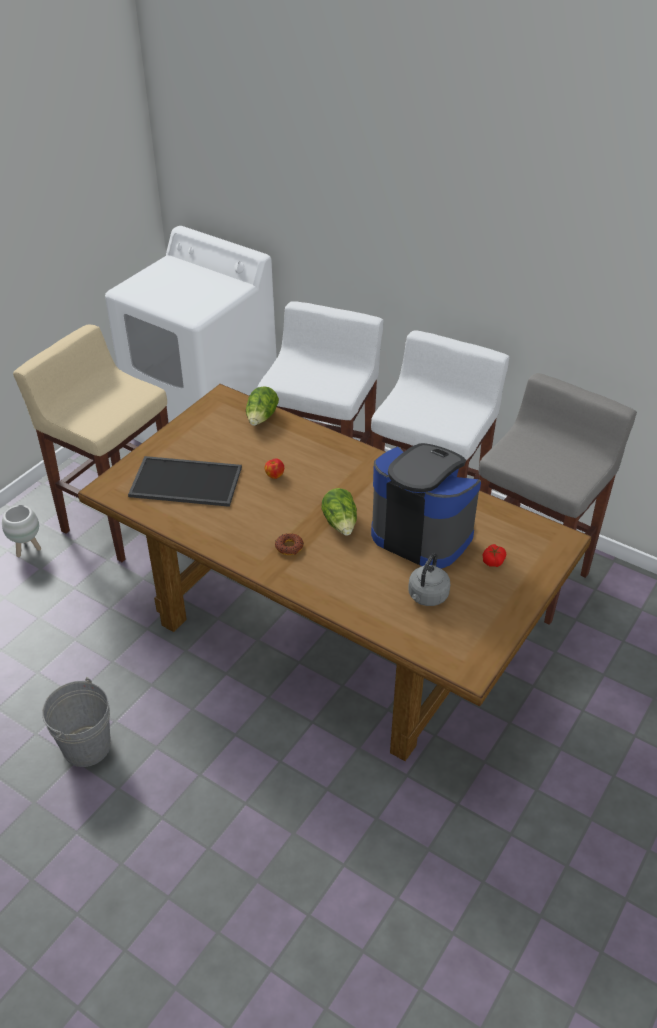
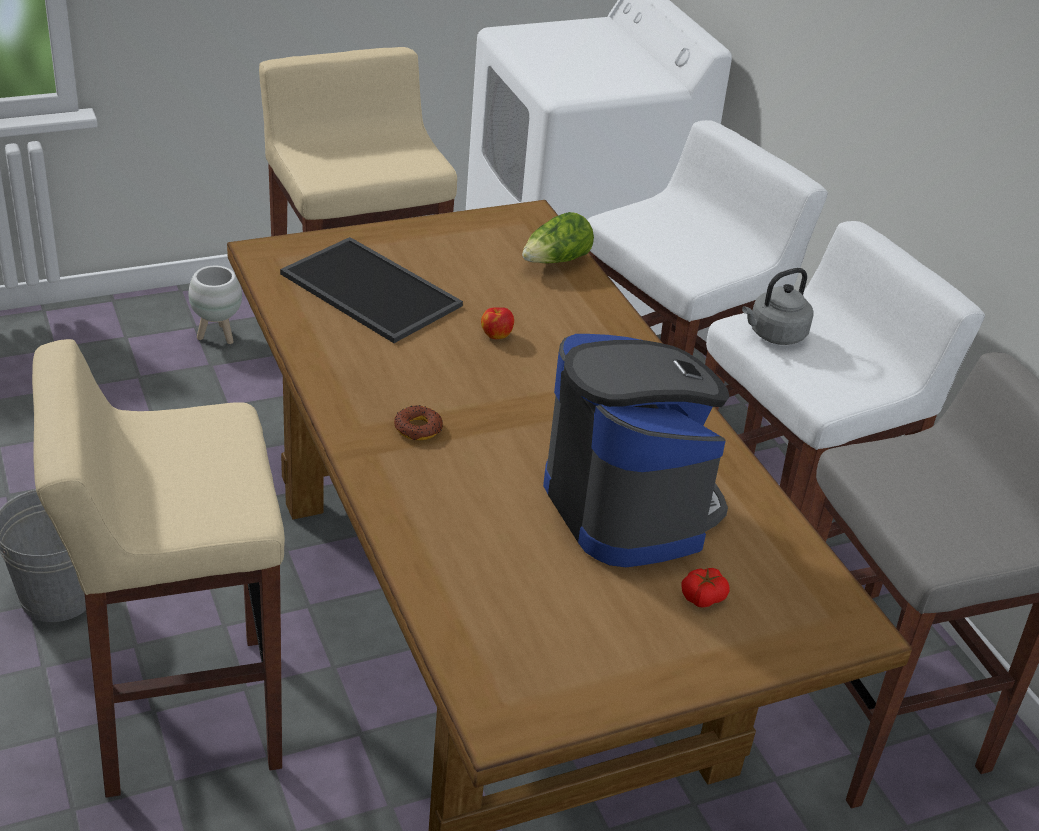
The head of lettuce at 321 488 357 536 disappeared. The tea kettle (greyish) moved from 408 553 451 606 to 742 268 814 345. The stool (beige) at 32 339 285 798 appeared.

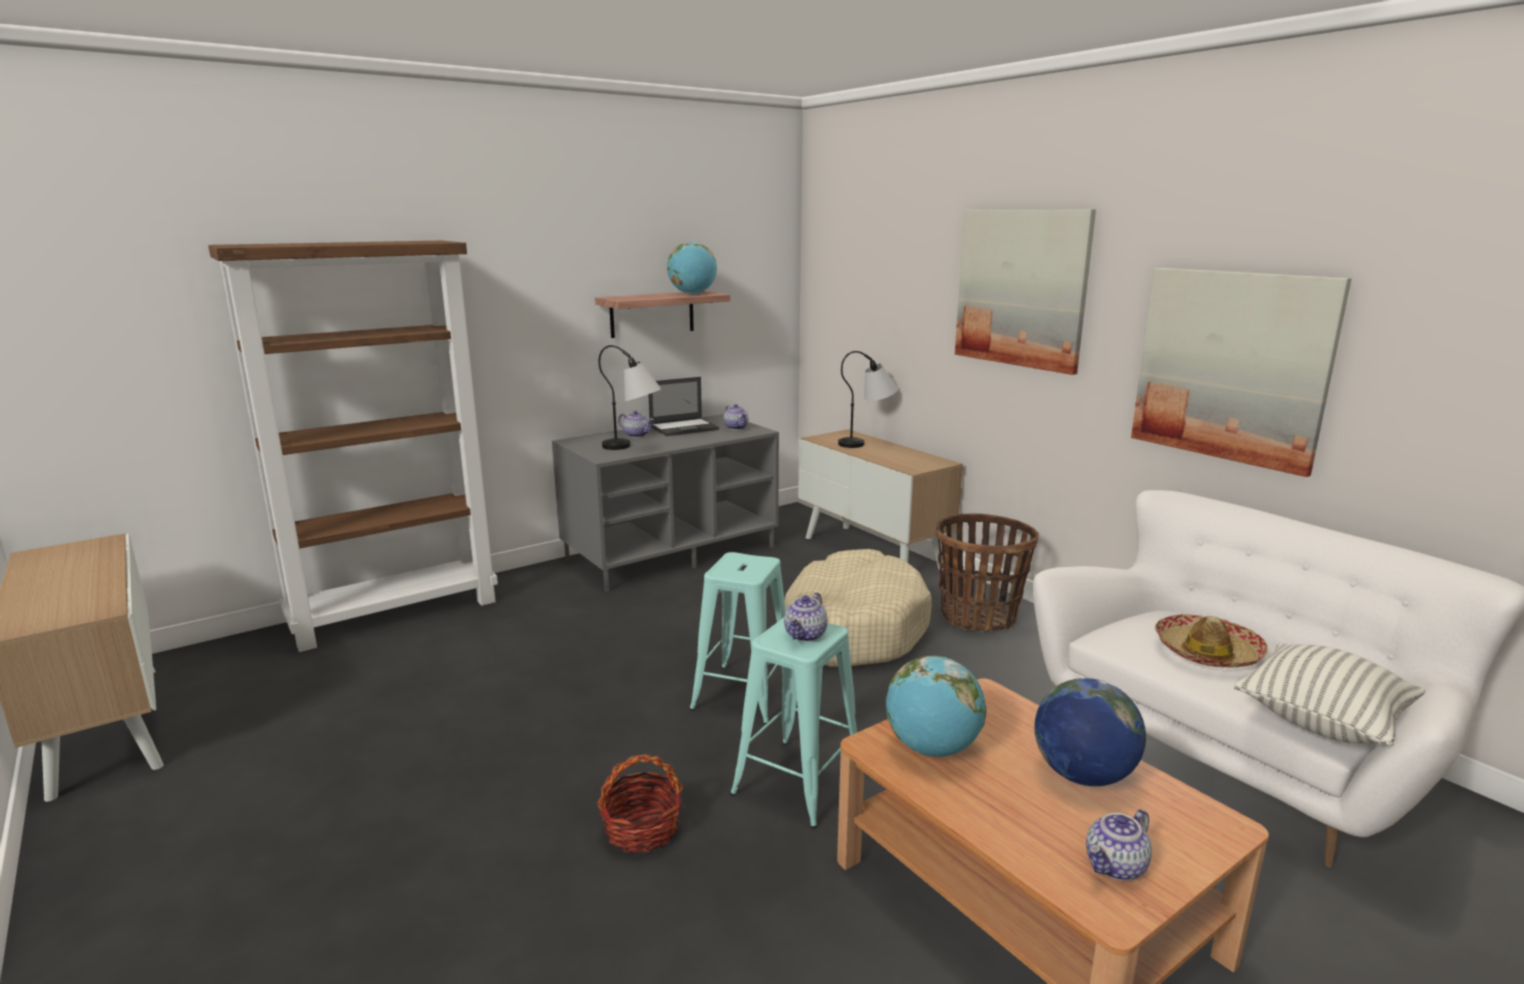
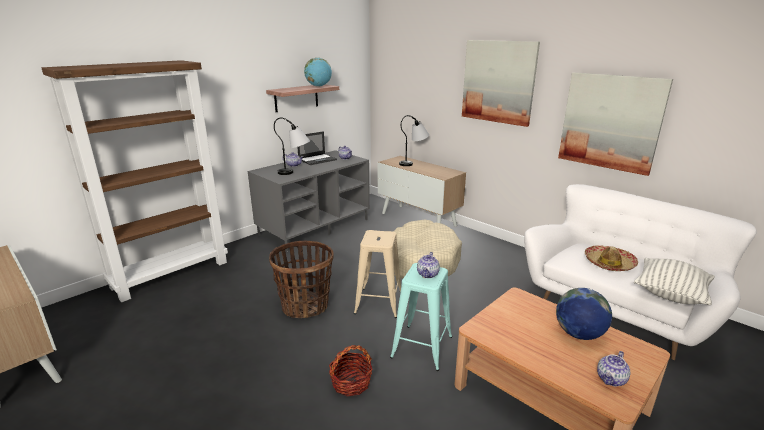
The storage basket moved from 935 513 1039 632 to 269 241 334 318. The stool (turquoise-coloured) at 689 552 786 725 became the stool (beige) at 354 230 401 318. The globe at 886 655 986 757 disappeared.

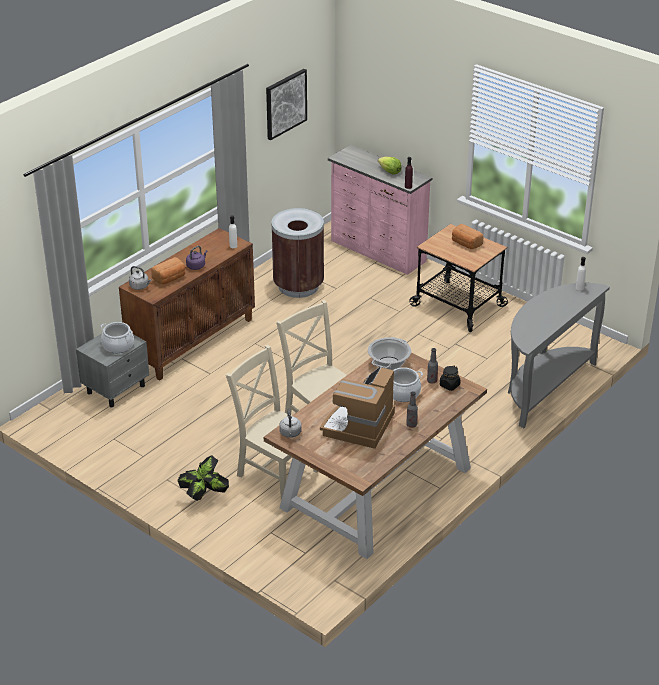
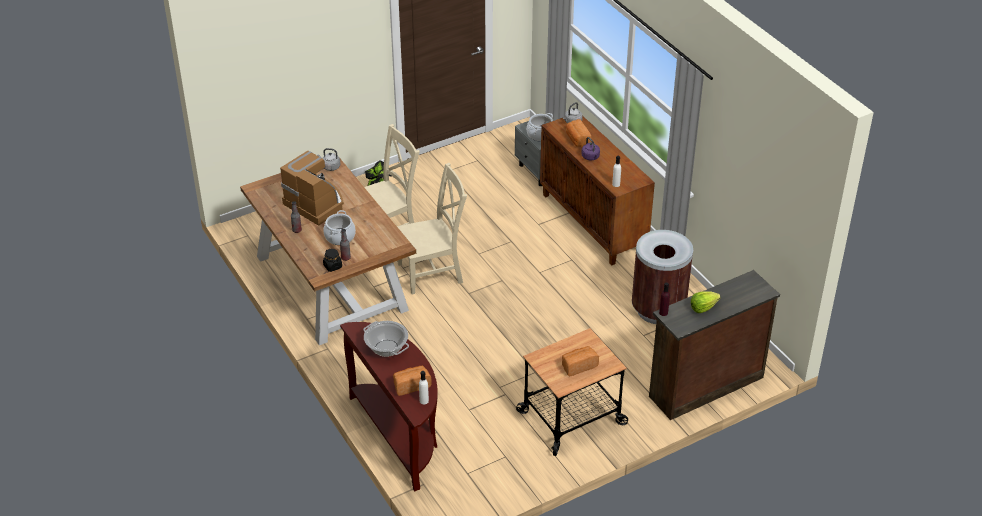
The picture at 266 69 307 140 disappeared. The chest of drawers (pinkish) at 328 145 432 275 became the chest of drawers (brown-coloured) at 649 270 780 420. The console table (greyish) at 508 283 610 428 became the console table (brown-coloured) at 340 322 438 492. The stockpot moved from 368 337 411 370 to 363 321 409 357. The bread at 393 366 432 396 appeared.

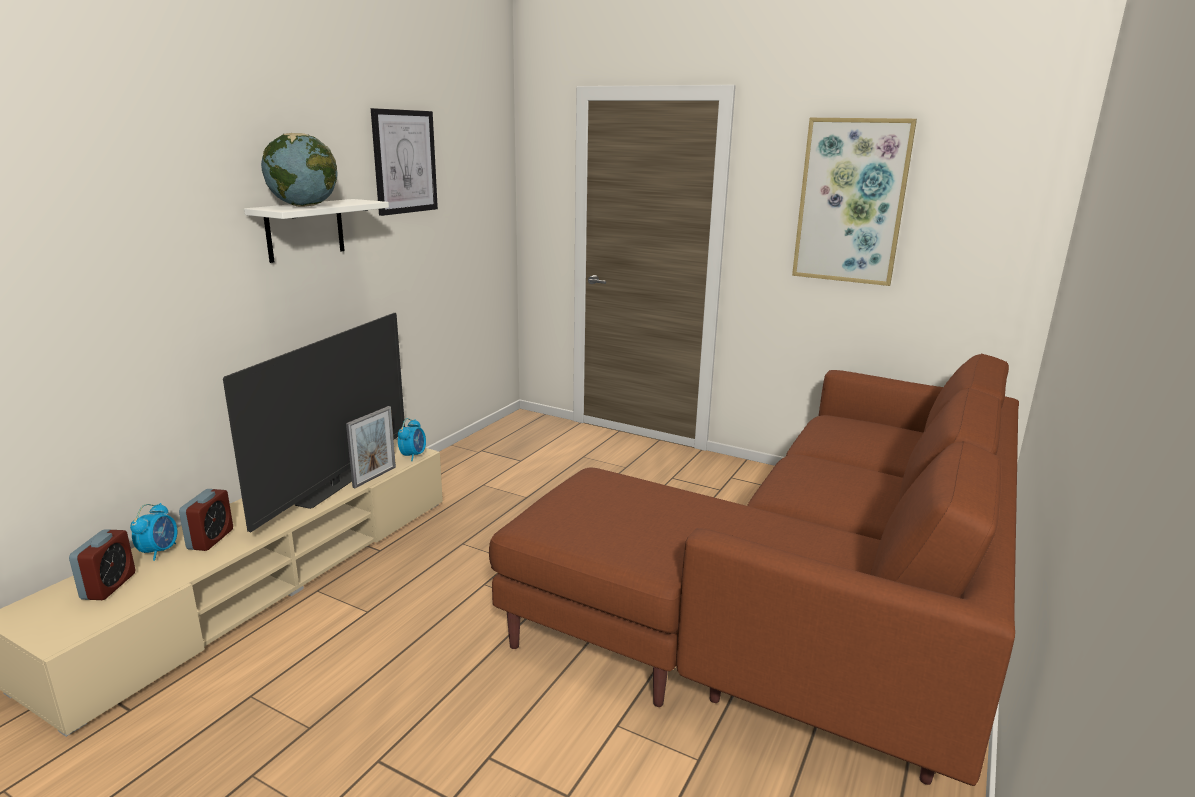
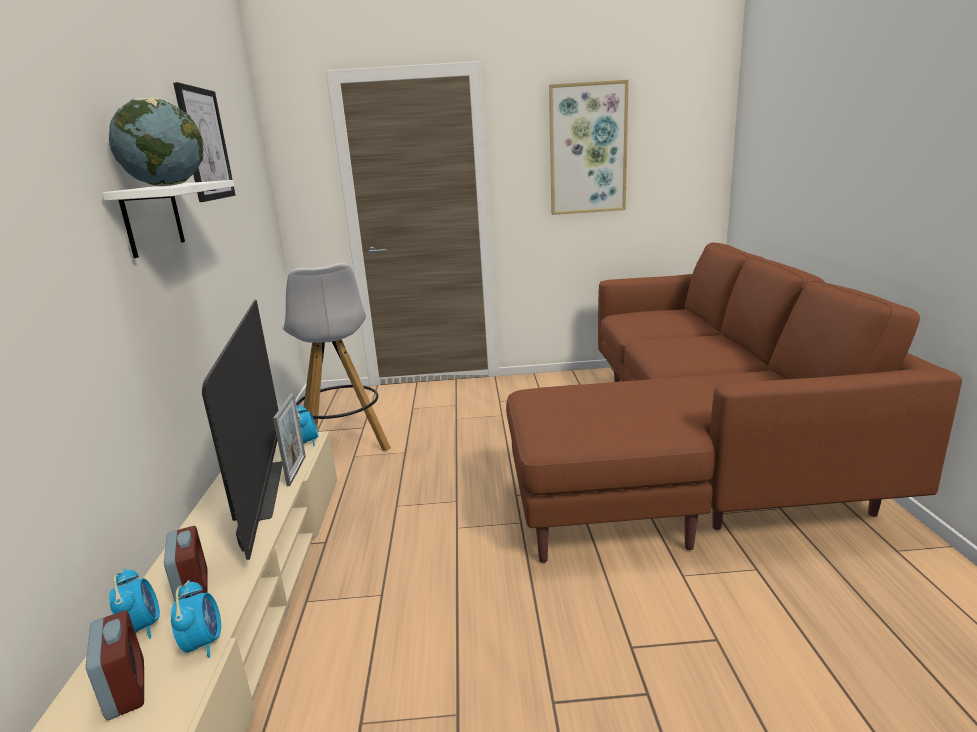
The stool (white-coloured) at 282 263 391 451 appeared. The bedside clock at 171 580 221 658 appeared.

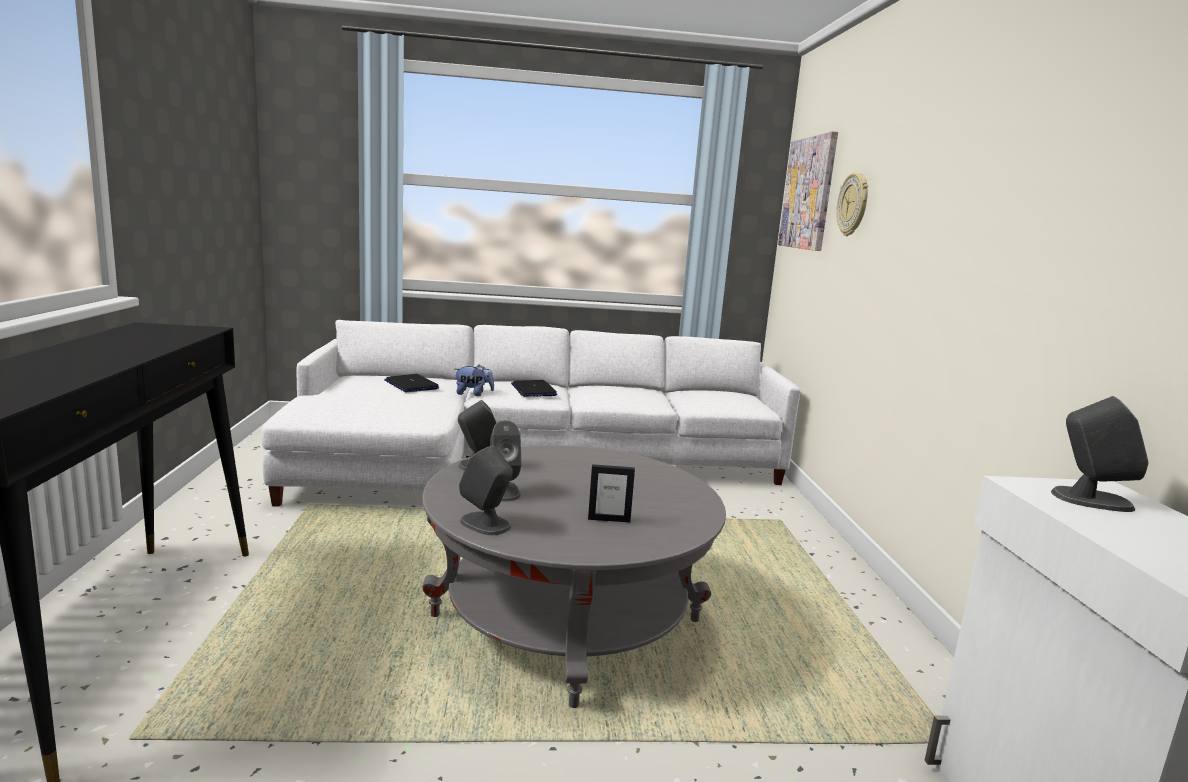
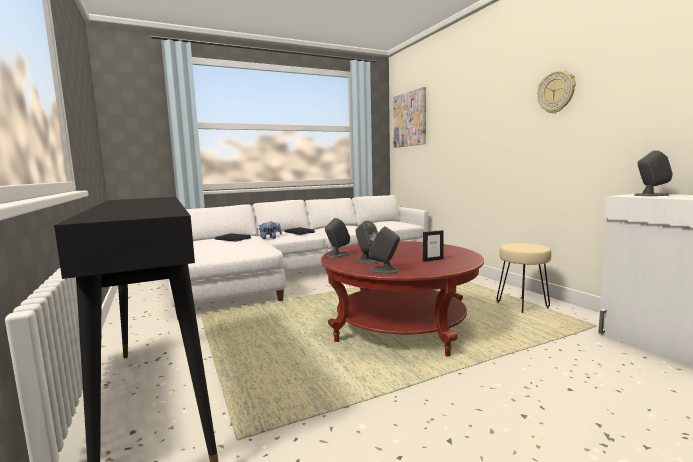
The hanging clock moved from 836 172 868 236 to 537 70 576 113. The low table (greyish) at 422 446 726 708 became the low table (red) at 321 241 484 357. The stool (beige) at 497 243 551 313 appeared.

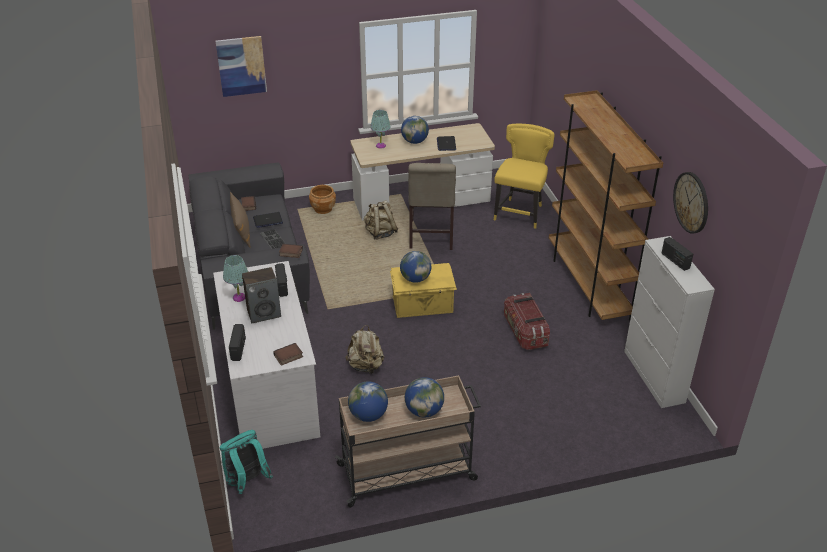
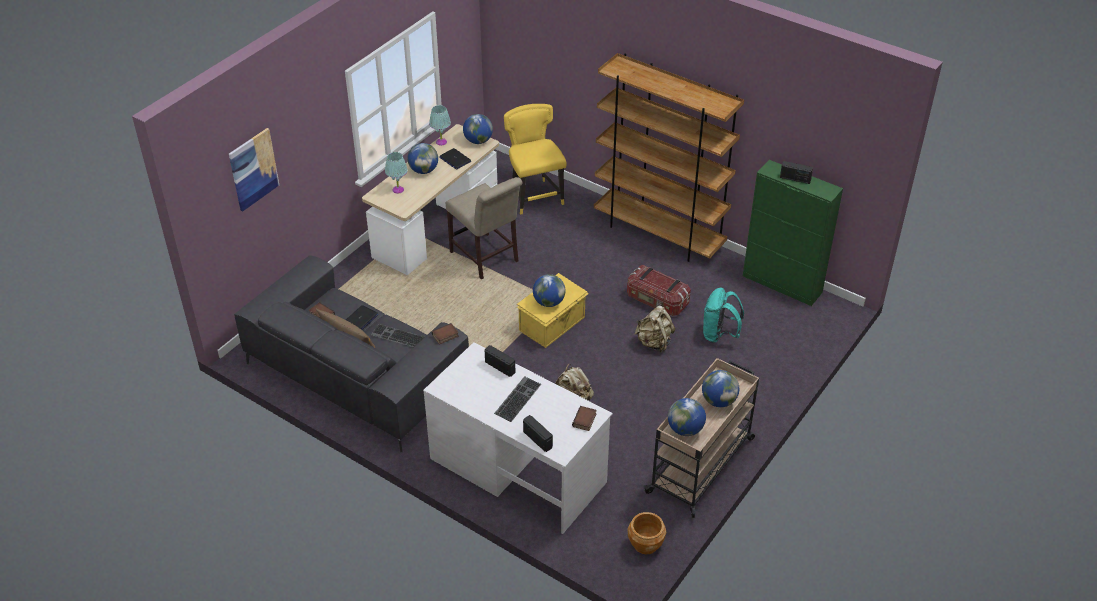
The hanging clock at 673 172 708 234 disappeared. The plant pot (brown-coloured) moved from 309 185 336 214 to 628 512 666 554. The knapsack (beige) moved from 364 200 398 240 to 634 306 675 353. The cupboard (white-coloured) at 624 236 715 408 became the cupboard (greenish) at 743 160 843 306. The table lamp (turquoise-coloured) moved from 223 255 248 302 to 429 105 451 146. The audio speaker at 242 267 281 323 was replaced by the PC keyboard at 494 376 541 422. The knapsack (turquoise-coloured) moved from 220 430 273 494 to 703 287 744 343. The globe at 463 114 493 144 appeared.

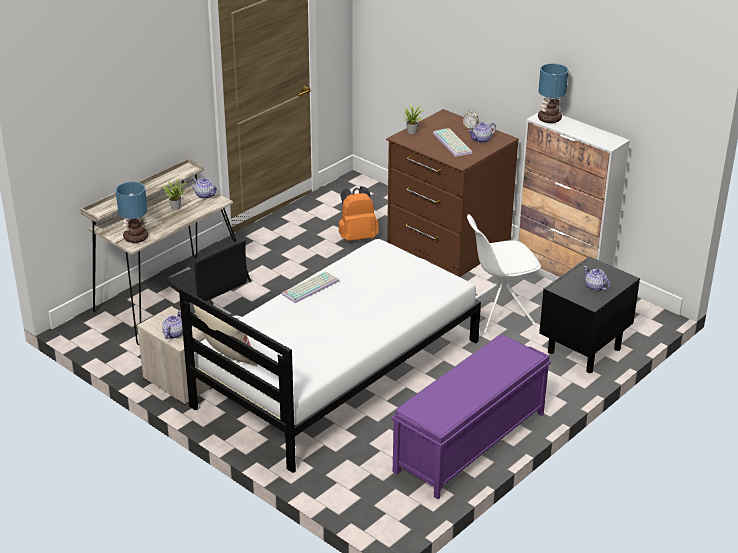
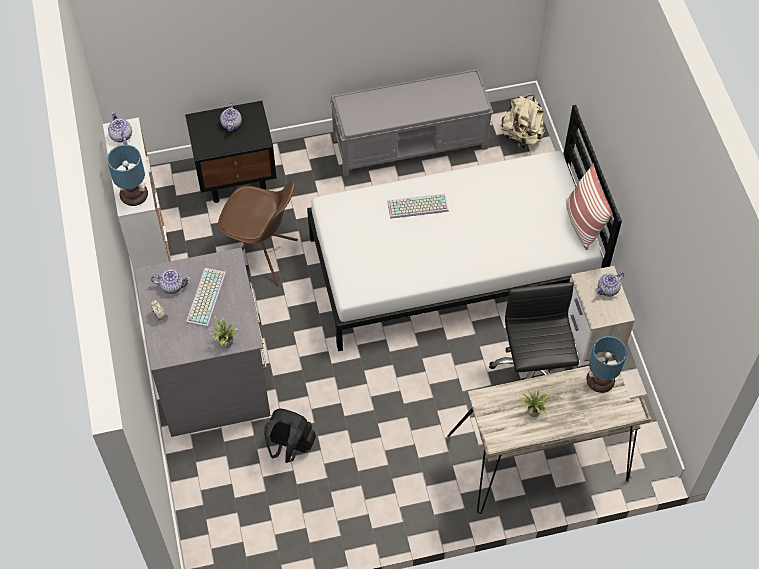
The chest of drawers (brown-coloured) at 386 109 519 277 became the chest of drawers (greyish) at 134 248 271 437. The pot for tea moved from 191 178 218 199 to 108 111 132 145. The knapsack (orange-coloured) at 339 186 379 241 became the knapsack (black-coloured) at 264 408 316 463. The chair (white-coloured) at 467 214 541 334 became the chair (brown-coloured) at 218 180 298 285. The PC keyboard moved from 282 271 339 303 to 387 194 449 219. The bench (purple-coloured) at 391 335 551 499 became the bench (greyish) at 330 69 493 176. The knapsack (beige) at 501 94 545 148 appeared.

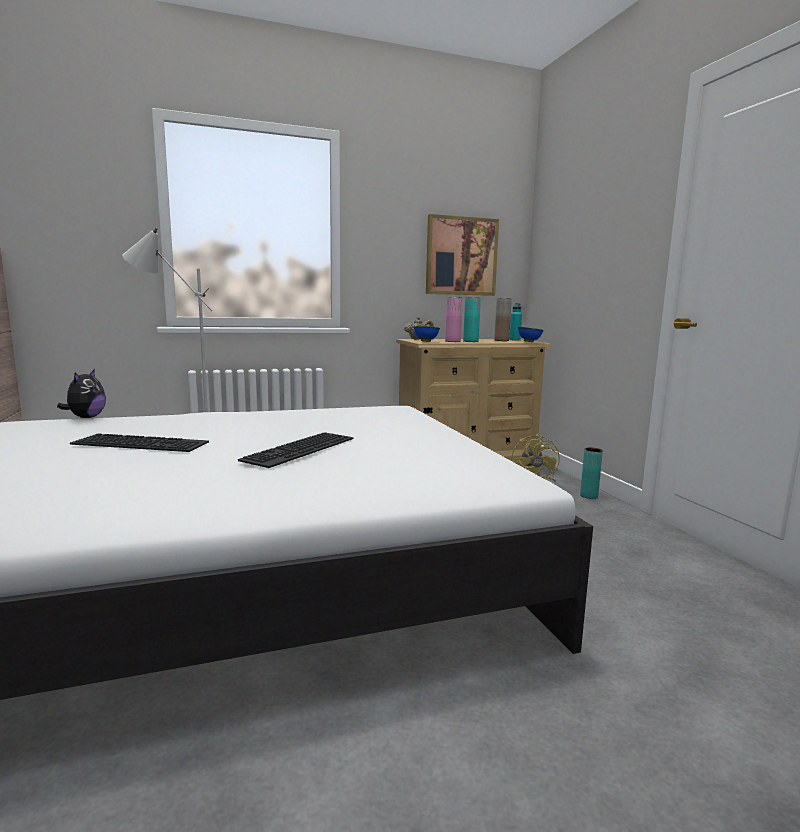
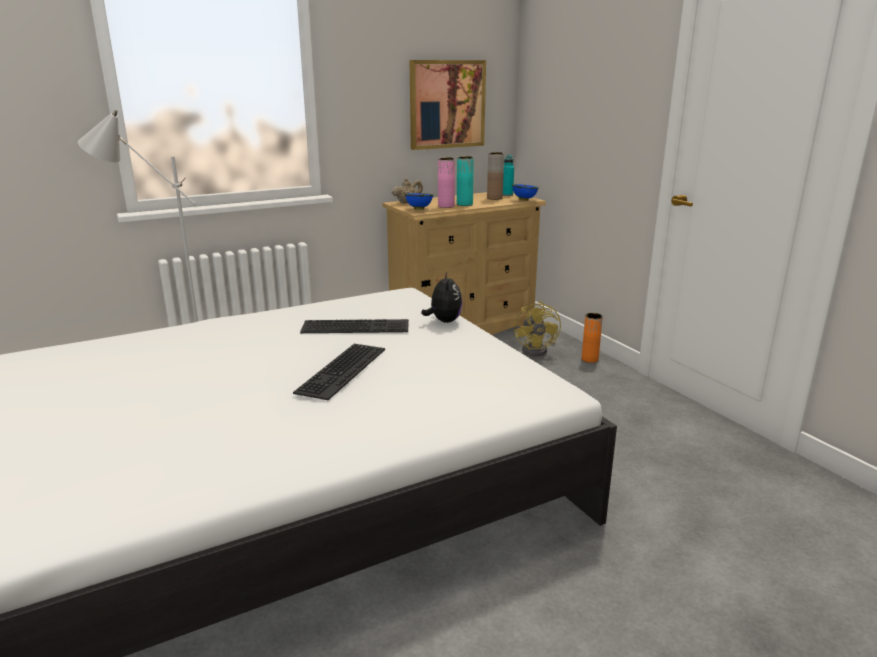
The cuddly toy moved from 57 369 106 418 to 421 272 463 323. The PC keyboard moved from 70 433 209 452 to 300 319 409 333. The decorative vase (turquoise-coloured) at 580 447 603 499 became the decorative vase (orange-coloured) at 582 313 603 363.

